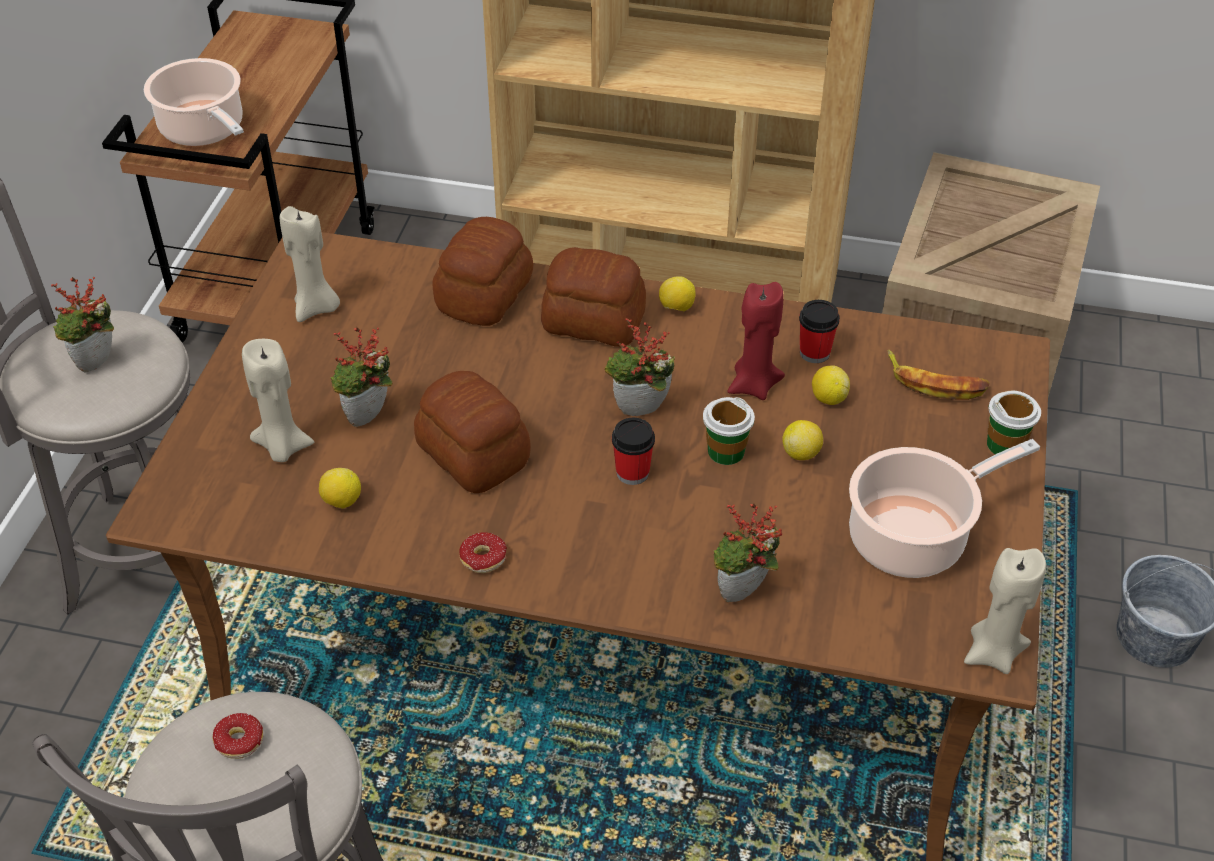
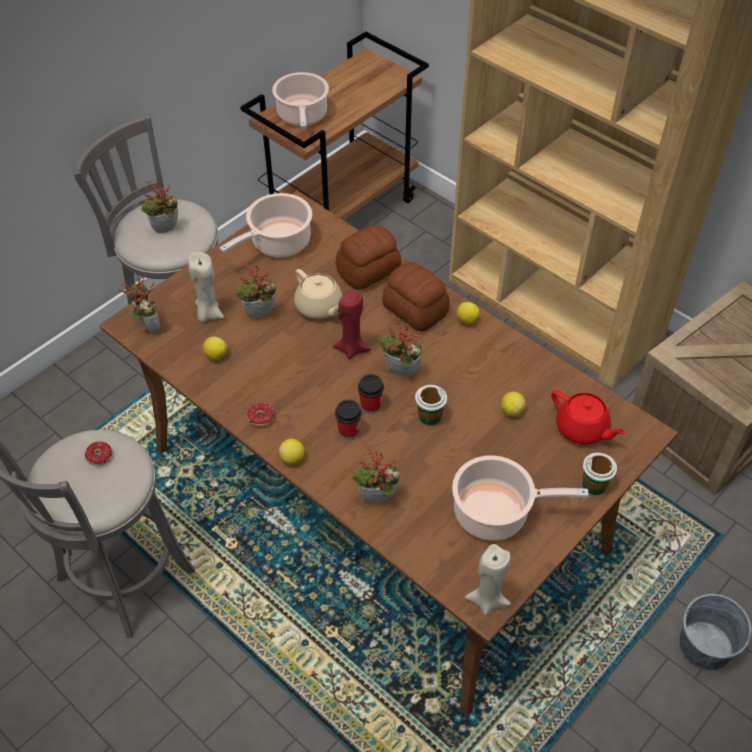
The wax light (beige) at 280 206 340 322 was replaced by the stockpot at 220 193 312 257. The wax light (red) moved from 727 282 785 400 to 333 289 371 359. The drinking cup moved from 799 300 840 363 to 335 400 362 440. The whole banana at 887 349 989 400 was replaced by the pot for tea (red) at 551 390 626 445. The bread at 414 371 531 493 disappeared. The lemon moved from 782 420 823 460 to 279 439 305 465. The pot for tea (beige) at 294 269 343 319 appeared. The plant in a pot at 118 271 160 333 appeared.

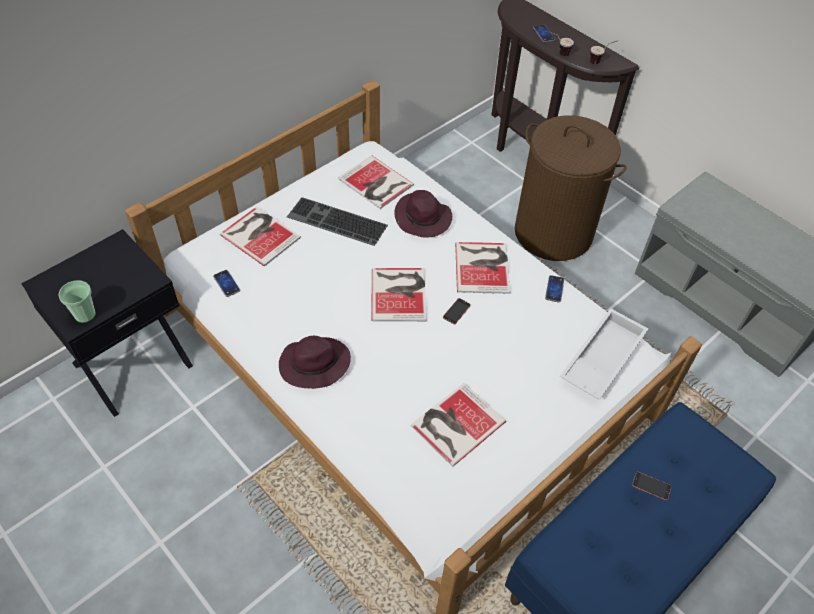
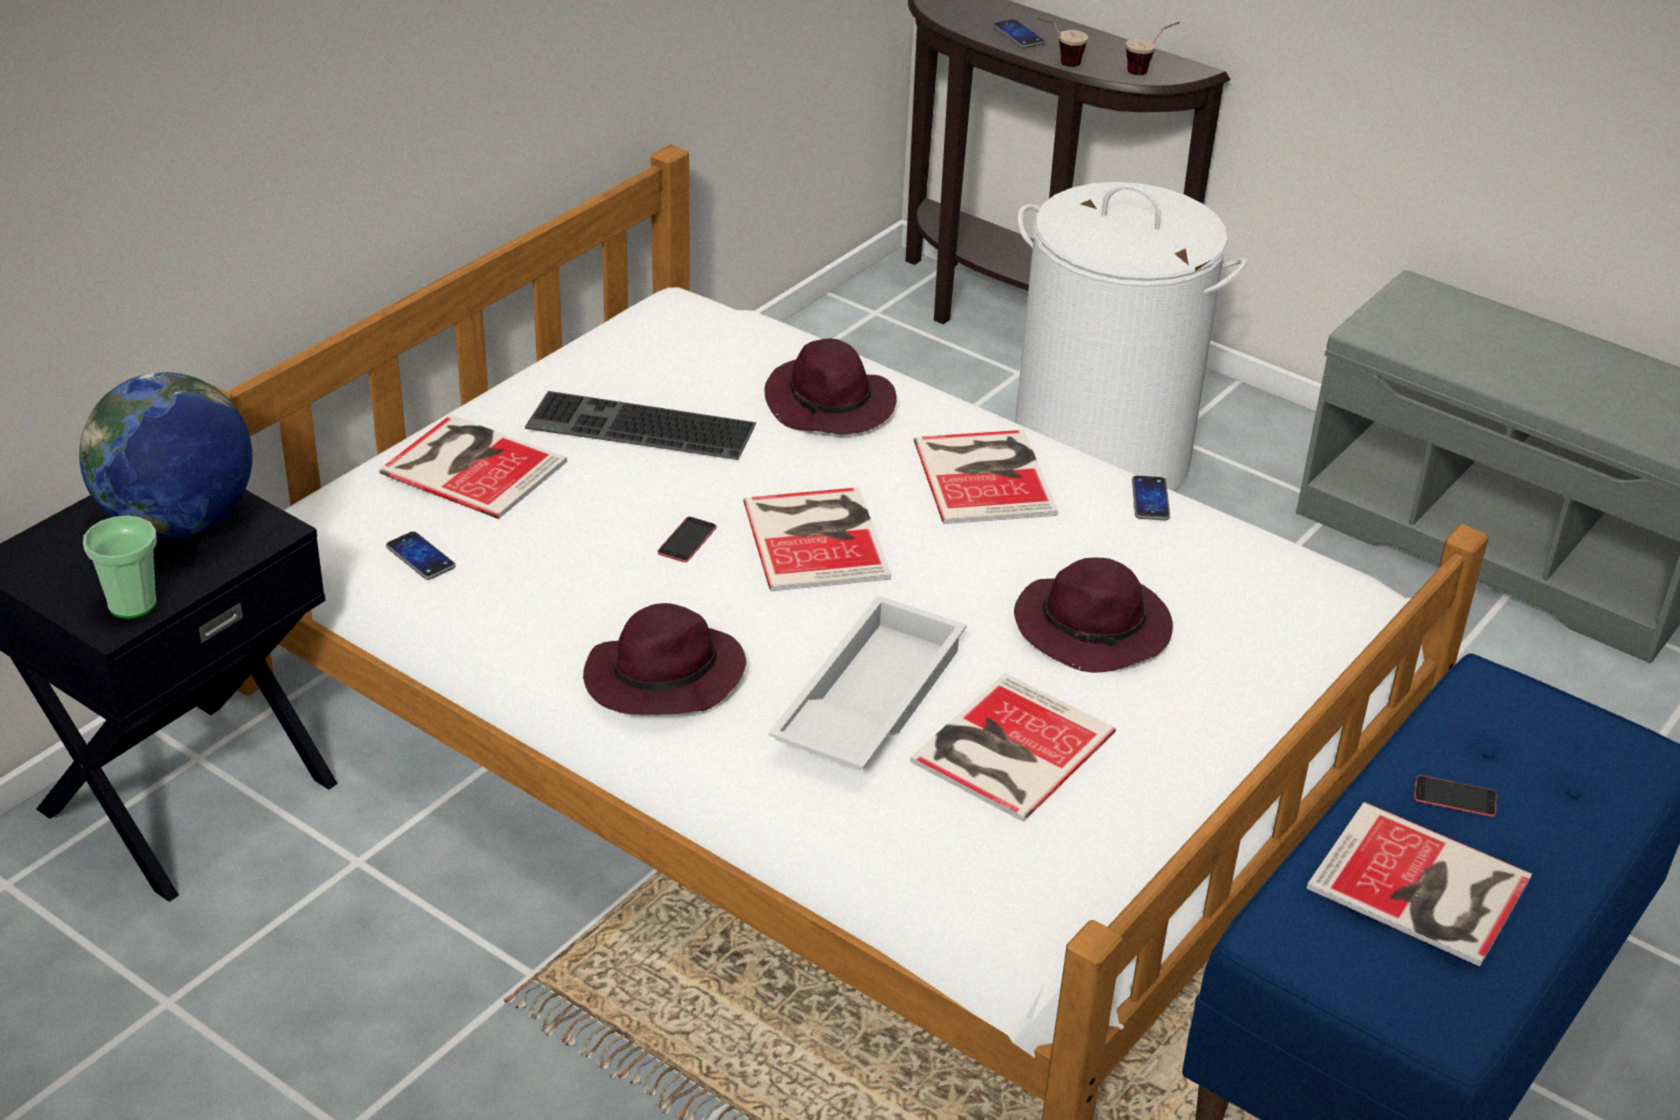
The washing basket (brown-coloured) at 515 115 627 261 became the washing basket (white-coloured) at 1015 182 1246 491. The book moved from 338 156 414 209 to 1306 802 1532 967. The phone moved from 443 298 471 324 to 657 517 717 562. The carrying tray (white-coloured) moved from 560 308 648 400 to 768 595 967 770. The globe at 79 372 252 538 appeared. The wearable hat (purple-coloured) at 1014 558 1173 673 appeared.

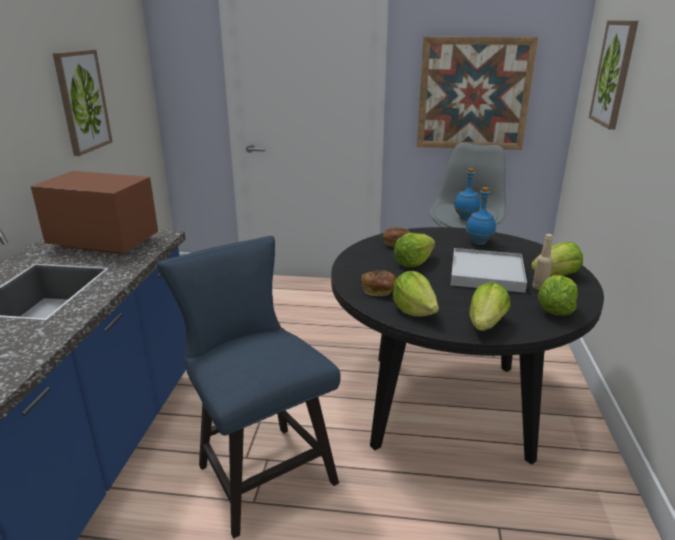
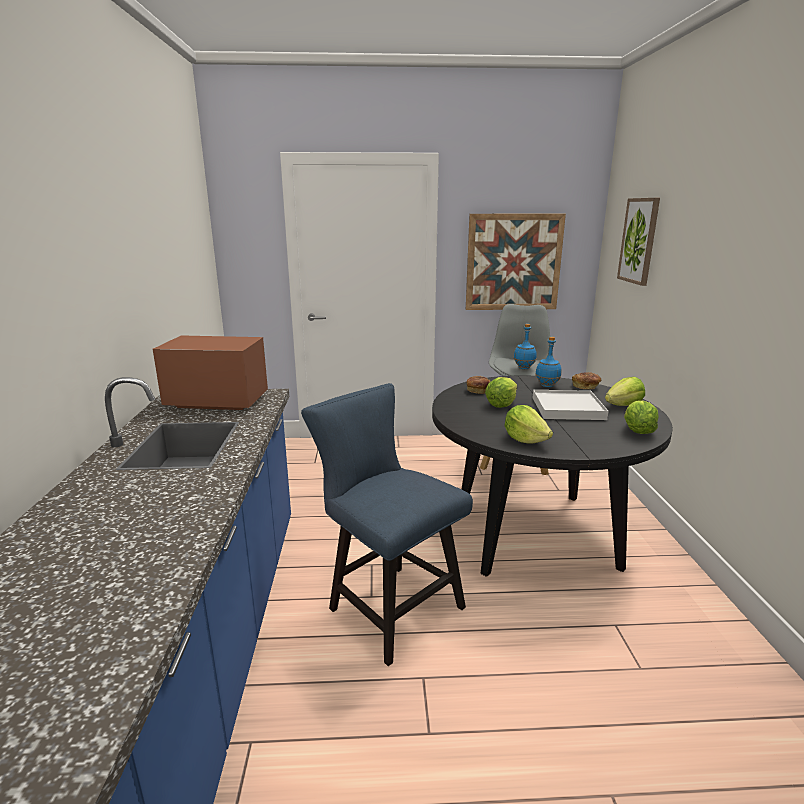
The picture at 53 49 112 156 disappeared. The drink bottle (beige) at 532 234 553 290 disappeared. The bread moved from 361 270 397 296 to 572 372 601 389. The head of lettuce at 469 282 511 331 disappeared.

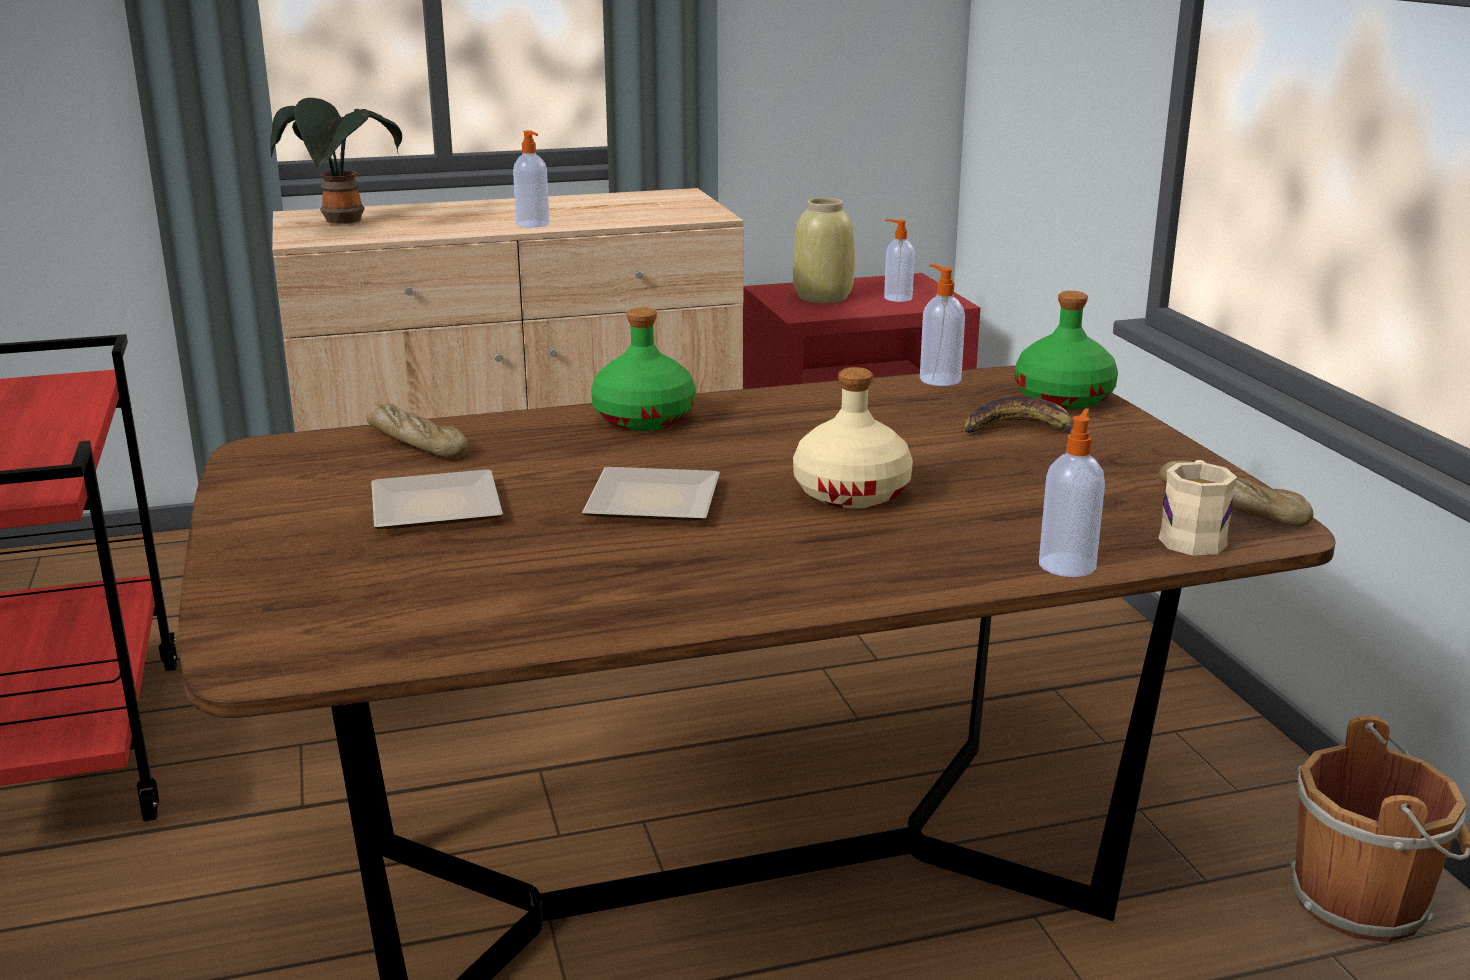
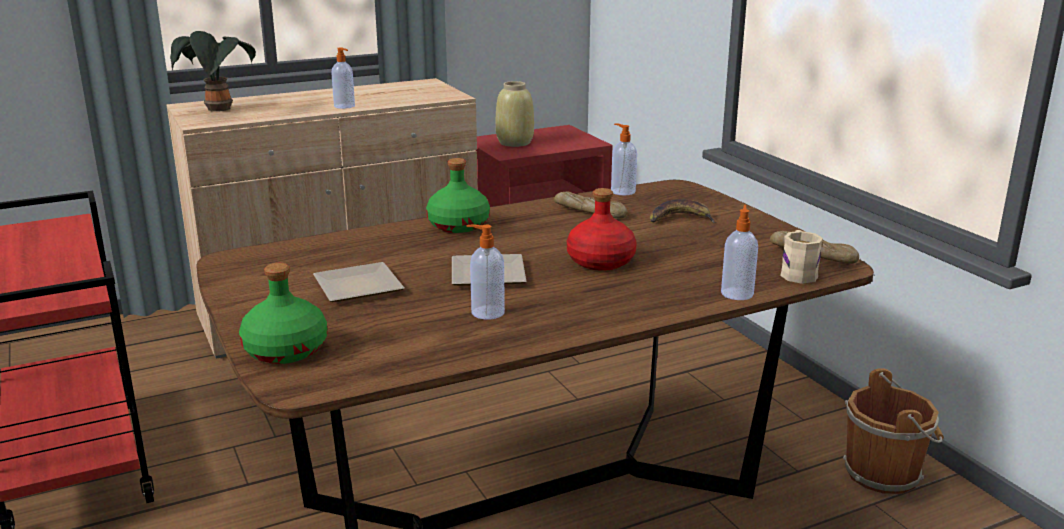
The soap dispenser moved from 884 219 915 302 to 466 225 505 319. The drink bottle (greenish) moved from 1015 291 1118 409 to 239 263 327 364. The drink bottle (beige) at 793 367 913 508 became the drink bottle (red) at 567 188 637 271. The bread moved from 366 404 468 458 to 554 191 628 218.

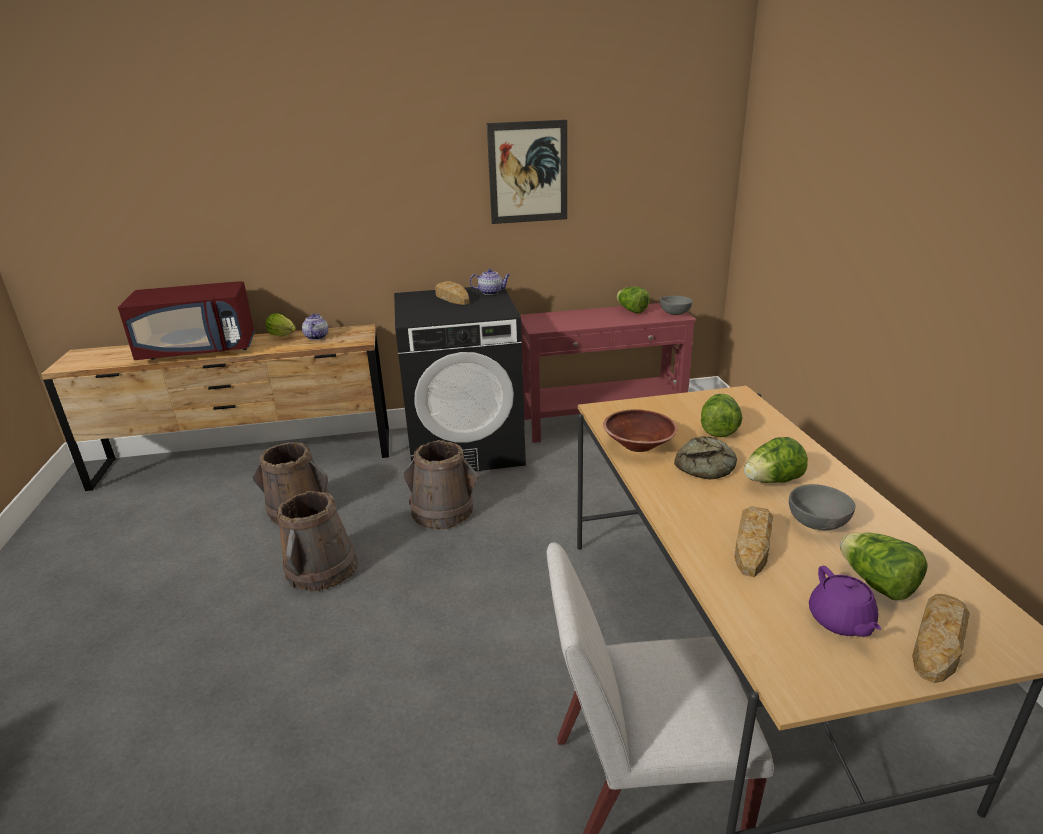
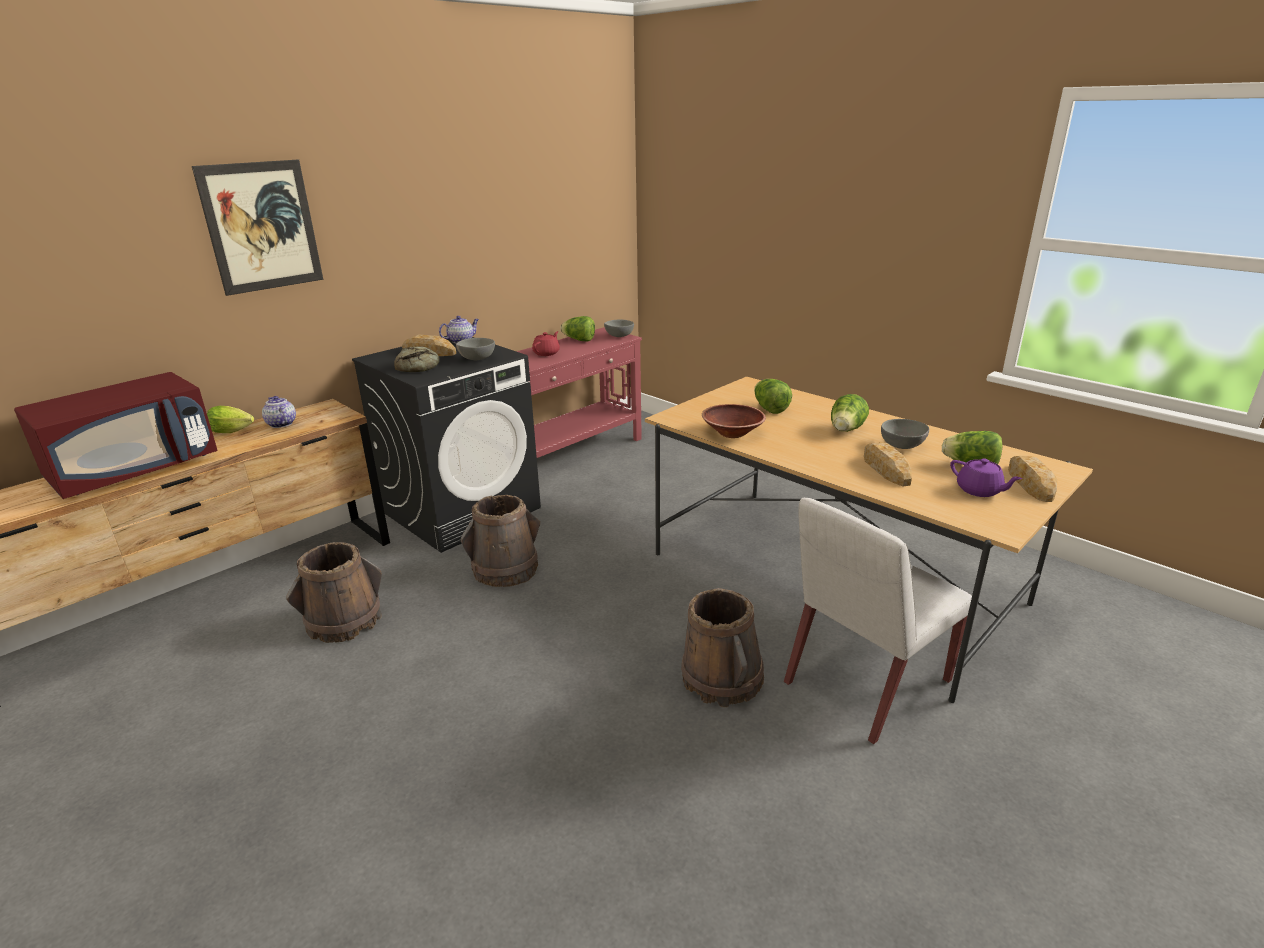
The picture moved from 487 120 567 224 to 192 160 323 296. The bread moved from 674 436 737 480 to 394 346 440 372. The bucket (brown-coloured) moved from 277 491 359 592 to 681 588 764 707. The pot for tea (red) at 532 331 560 356 appeared. The deep dish (greyish) at 456 338 495 360 appeared.

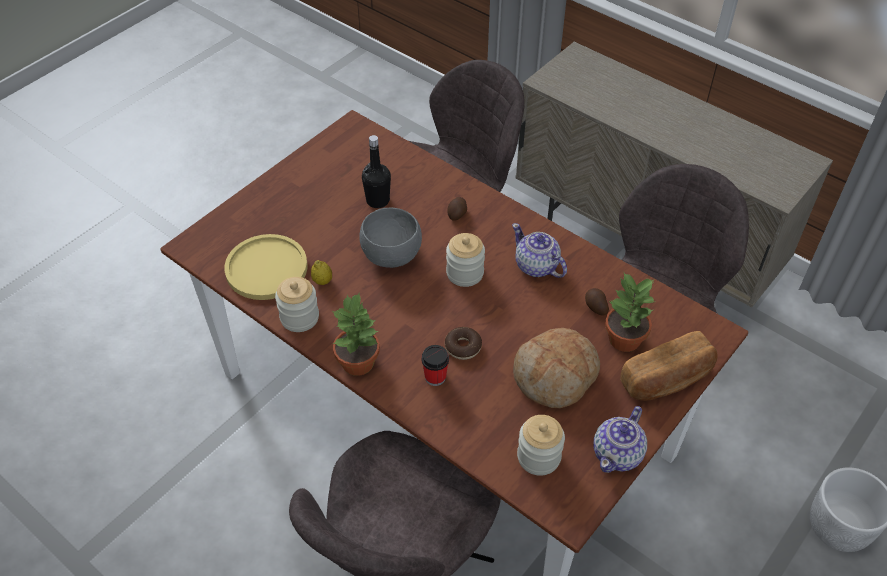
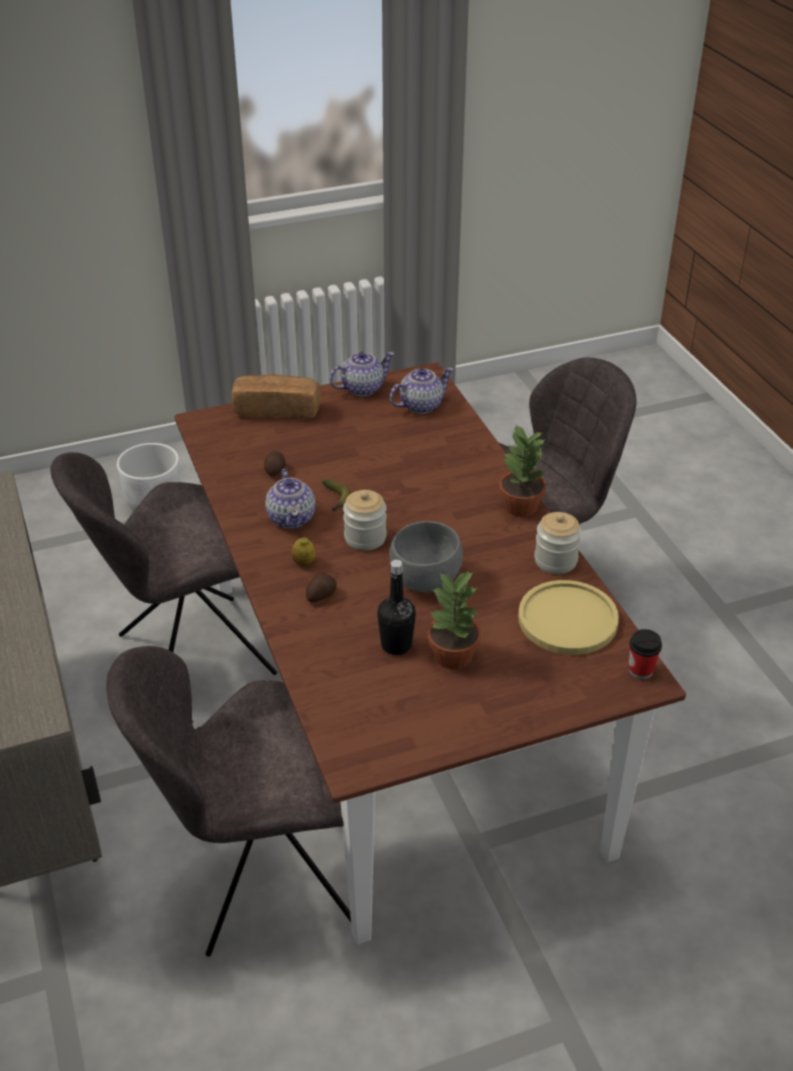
The lemon moved from 311 260 332 285 to 291 537 315 566. The plant in a pot moved from 605 273 655 352 to 427 570 481 669. The doughnut at 445 327 482 360 disappeared. The bread at 513 328 600 408 disappeared. The drinking cup moved from 421 345 449 386 to 629 629 662 680. The storage jar at 517 415 565 476 was replaced by the pot for tea at 389 367 454 413. The whole banana at 322 480 351 512 appeared.

